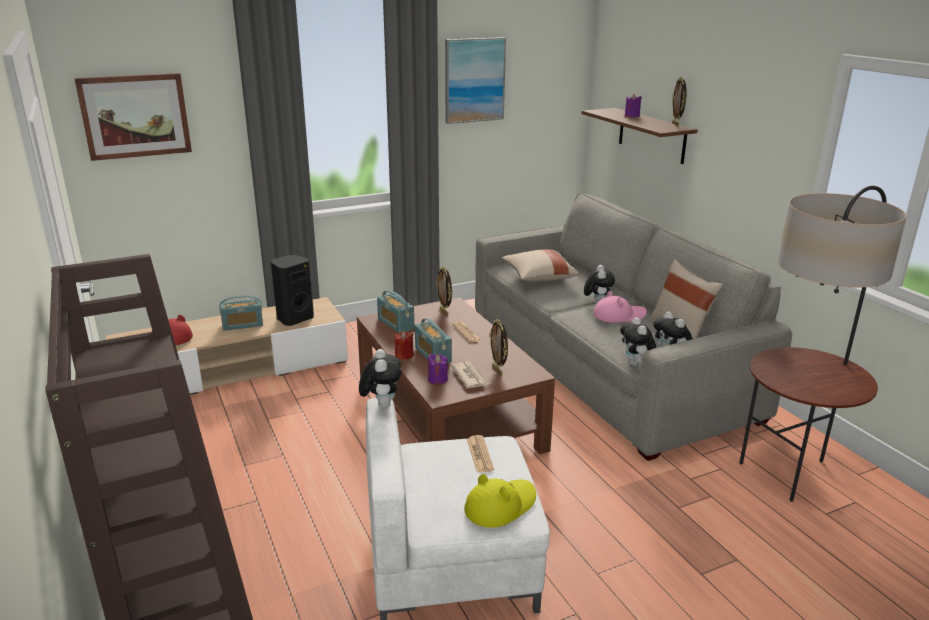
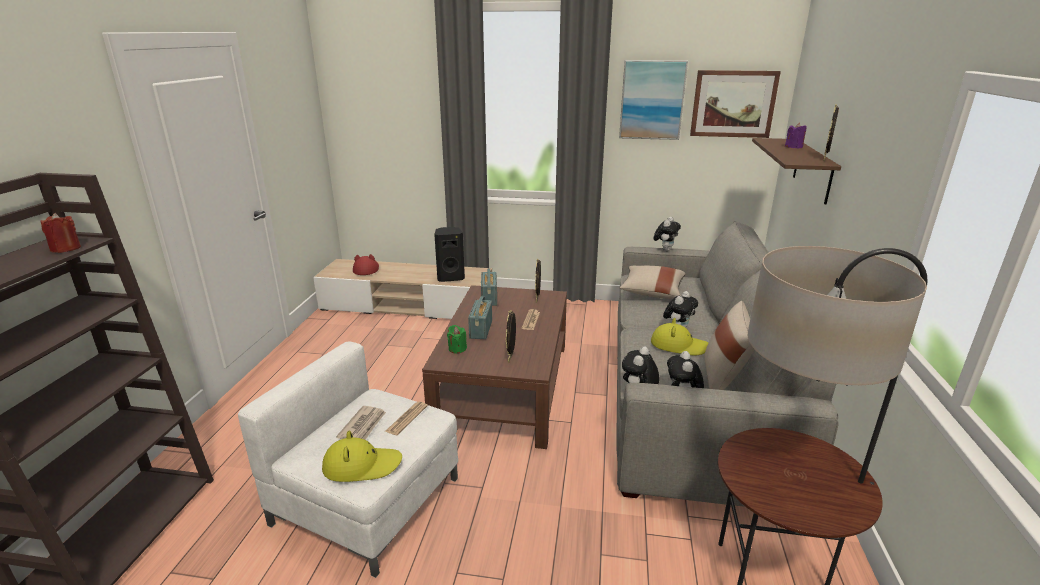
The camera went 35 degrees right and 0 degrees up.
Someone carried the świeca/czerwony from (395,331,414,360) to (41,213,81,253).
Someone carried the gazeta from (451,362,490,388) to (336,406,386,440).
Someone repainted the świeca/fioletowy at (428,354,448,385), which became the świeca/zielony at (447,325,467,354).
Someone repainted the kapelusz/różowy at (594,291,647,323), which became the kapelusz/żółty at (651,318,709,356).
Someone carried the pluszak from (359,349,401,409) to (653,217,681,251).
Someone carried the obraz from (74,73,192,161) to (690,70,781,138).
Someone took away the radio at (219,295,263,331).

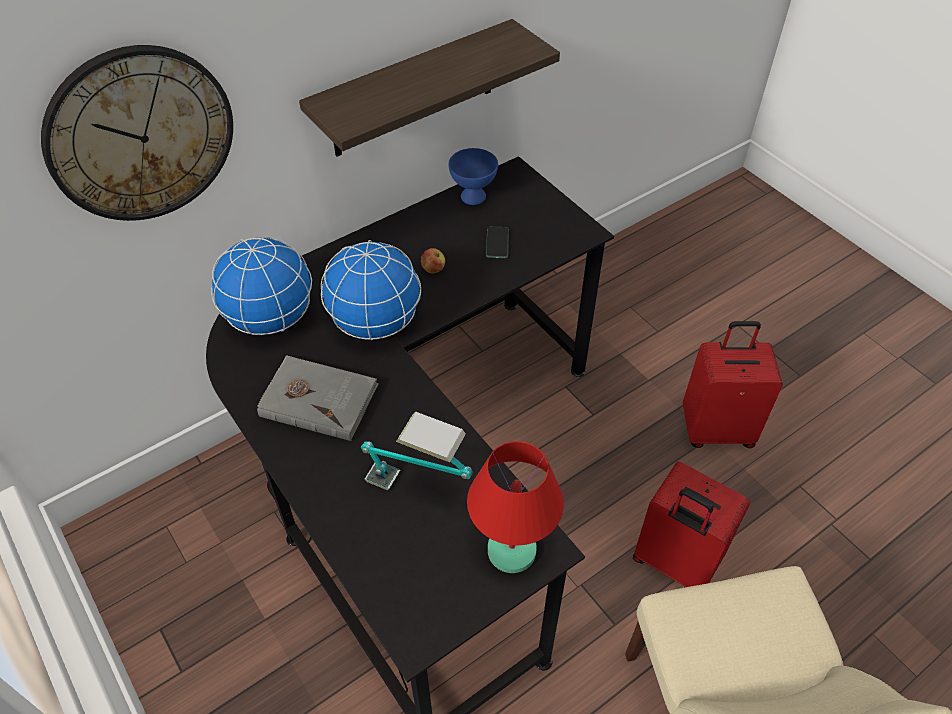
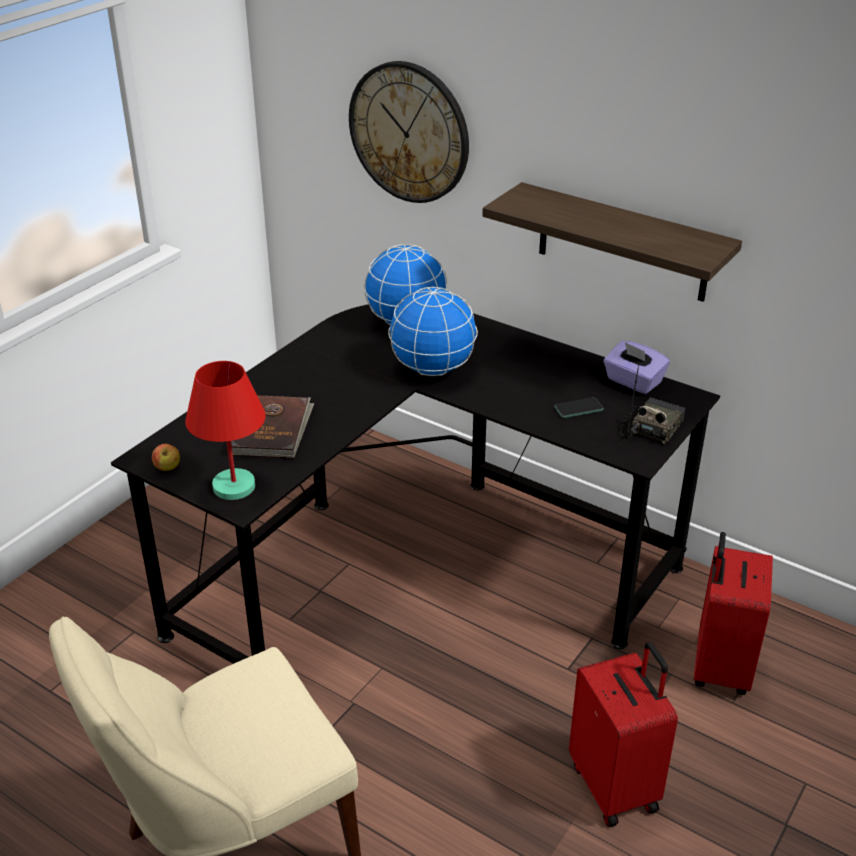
The camera went 70 degrees right and 15 degrees down.
Someone carried the jabłko from (421,248,445,273) to (152,444,180,471).
Someone swapped the lampa stołowa at (361,412,473,490) for the książka/brązowy at (227,396,314,459).
Someone swapped the miska/niebieski at (449,148,498,205) for the pudełko chusteczek/fioletowy at (603,341,670,394).
Someone put down the radio at (619,366,686,445).
Someone carried the walizka/czerwony from (633,462,750,588) to (694,532,773,695).
Someone took away the książka/szary at (257,355,379,441).

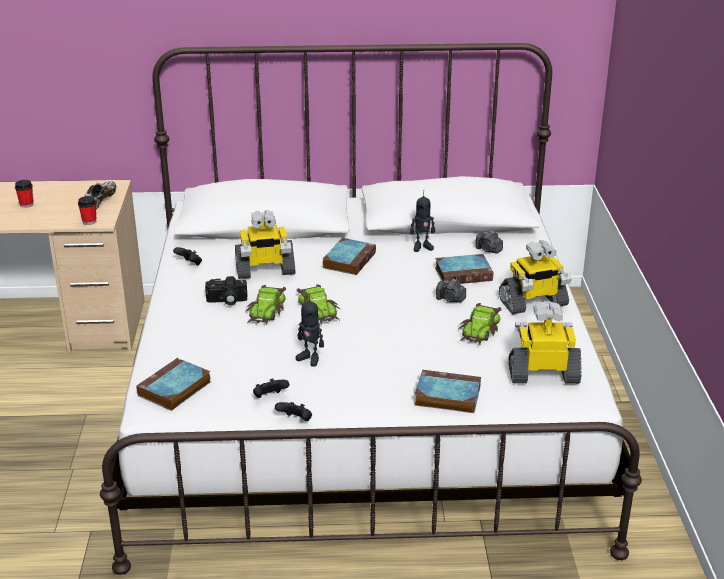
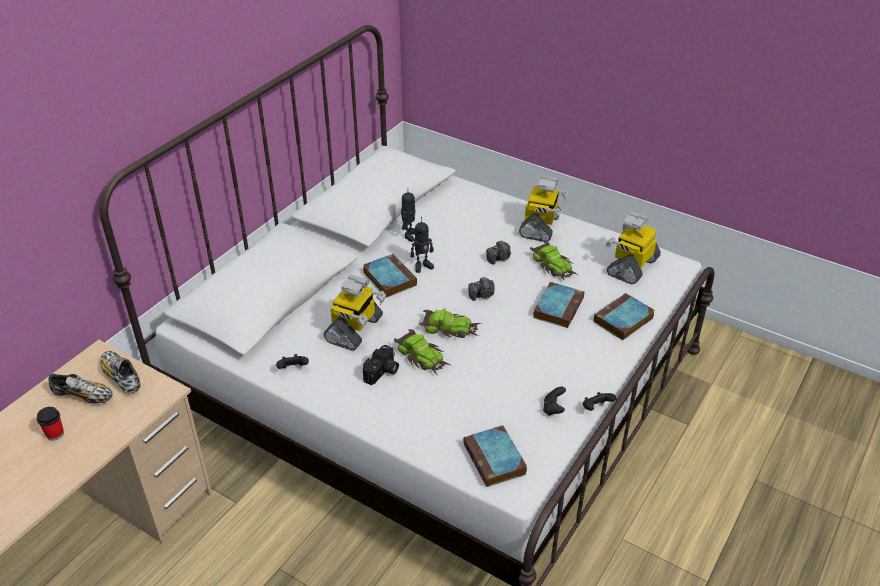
The camera went 55 degrees left and 10 degrees up.
Someone put down the but at (48,374,112,404).
Someone carried the robot zabawkowy from (296,294,324,366) to (410,217,434,273).
Someone carried the aparat fotograficzny from (476,231,503,253) to (468,277,495,301).
Someone carried the książka from (435,254,494,284) to (533,282,584,328).
Someone took away the filiżanka at (78,196,96,225).

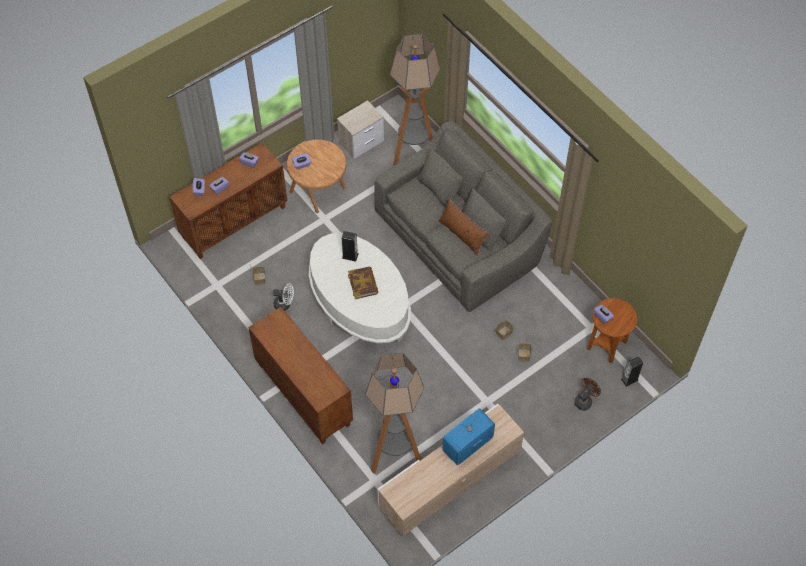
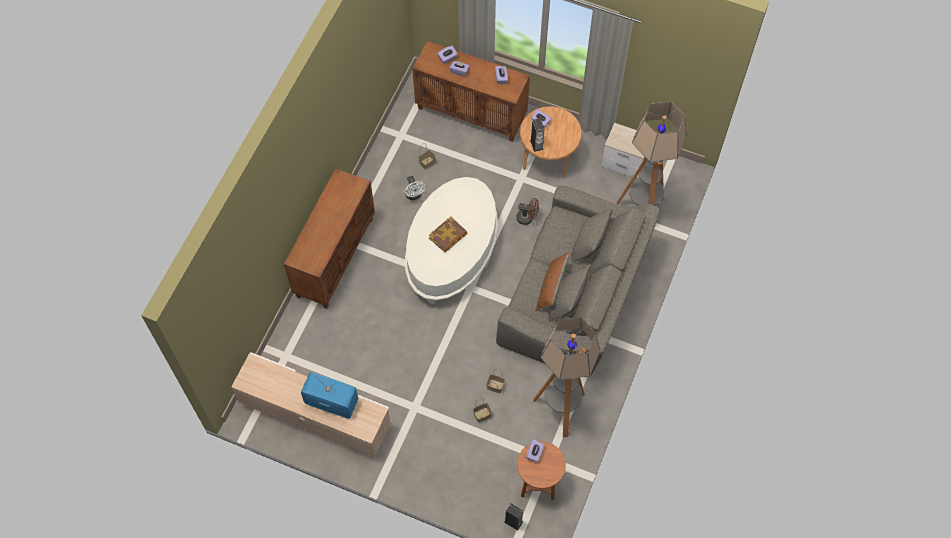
The camera went 60 degrees right and 5 degrees up.
Someone carried the wentylator/brązowy from (574,378,601,410) to (516,198,539,225).
Someone carried the głośnik from (342,231,359,262) to (530,118,545,152).
Someone carried the lampa stojąca from (365,353,424,474) to (533,317,600,438).

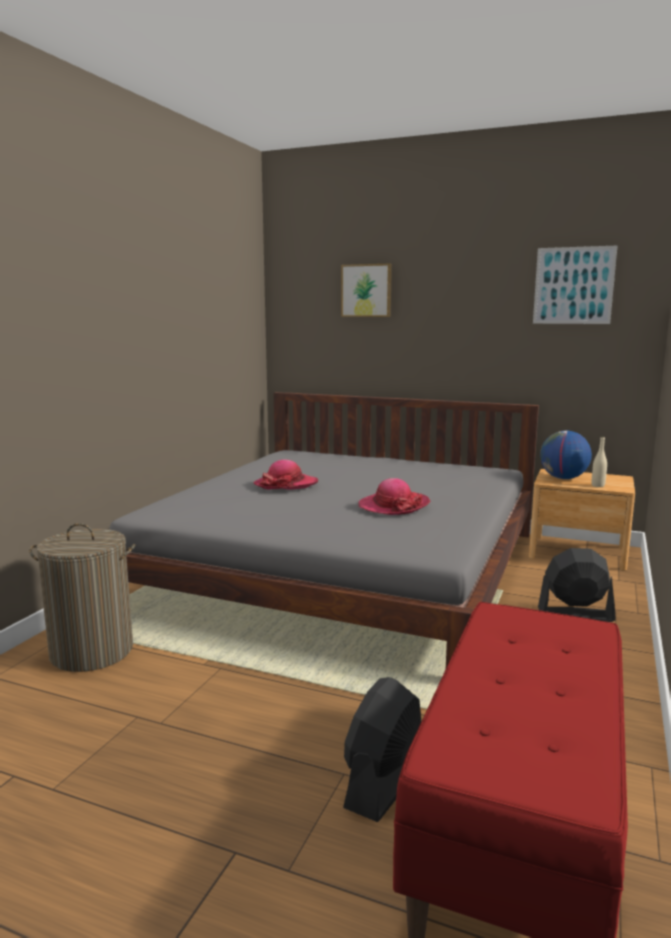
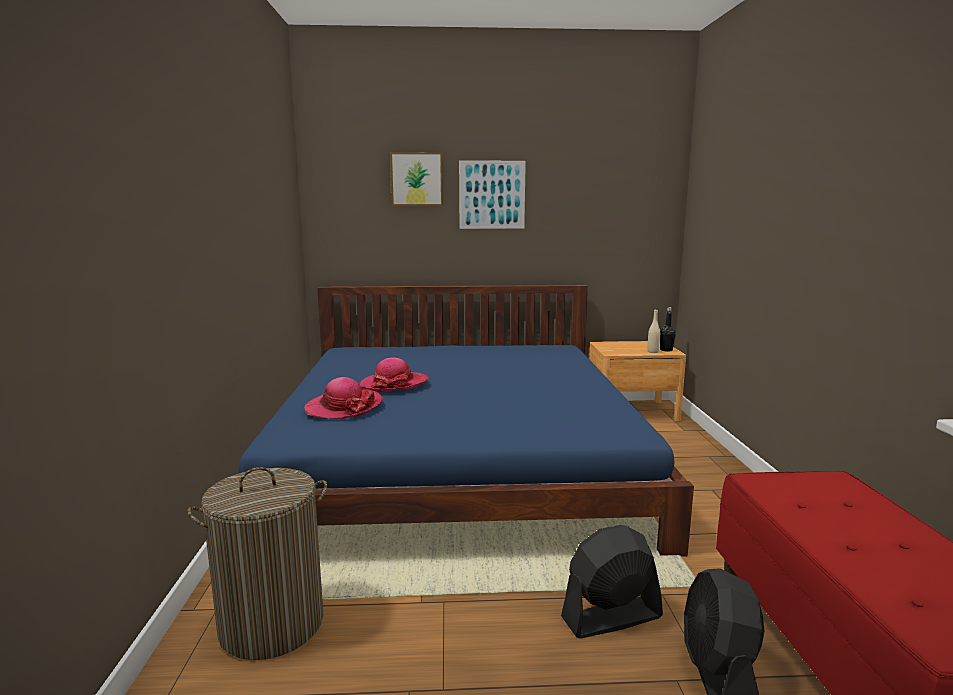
The camera went 25 degrees left and 0 degrees up.
Someone repainted the łóżko/szary at (109,392,539,668), which became the łóżko/niebieski at (238,285,694,557).
Someone carried the kapelusz from (359,478,431,515) to (304,377,383,419).
Someone carried the obraz from (533,245,618,324) to (459,160,526,229).
Someone carried the wentylator/czarny from (538,548,616,622) to (561,525,663,639).
Someone put down the butelka/czarny at (660,307,676,351).
Someone took away the globus at (540,431,592,479).

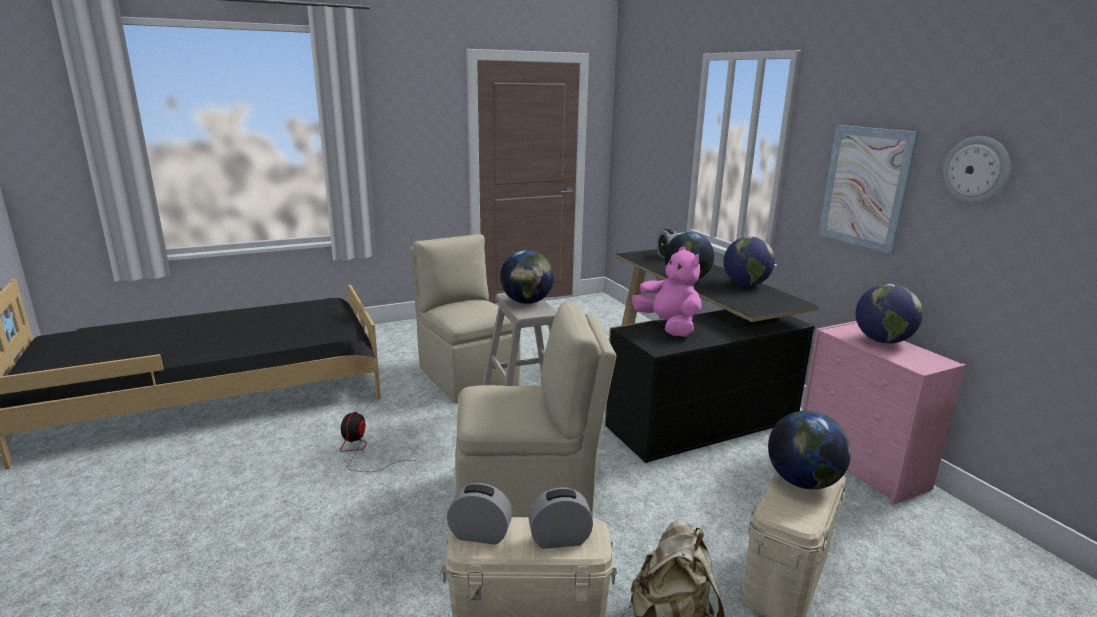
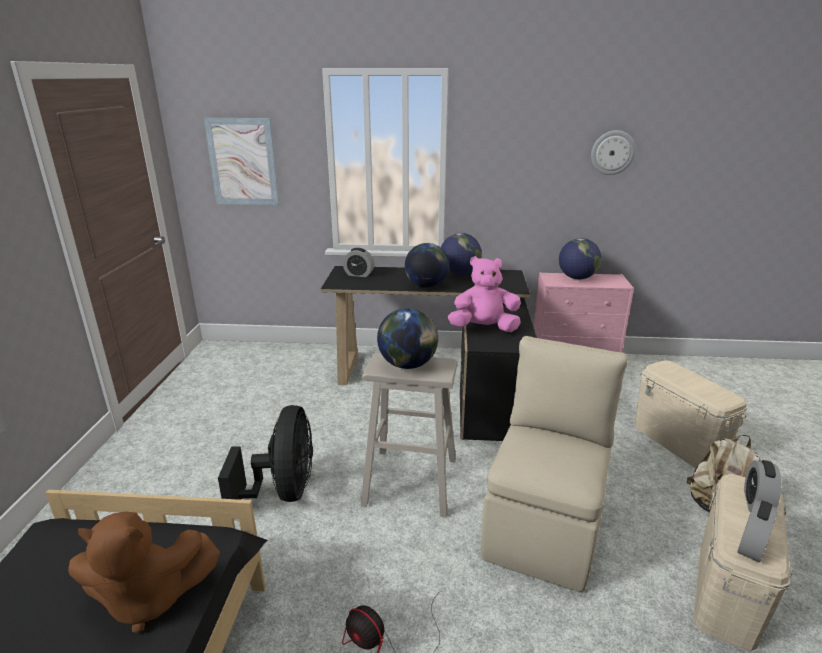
The camera went 60 degrees left and 5 degrees up.
Someone put down the pluszak/brązowy at (68,511,220,633).
Someone carried the obraz from (818,125,919,254) to (204,118,279,205).
Someone swapped the krzesło/beżowy at (409,234,521,403) for the wentylator/czarny at (218,405,313,502).
Someone took away the globus at (768,411,851,489).

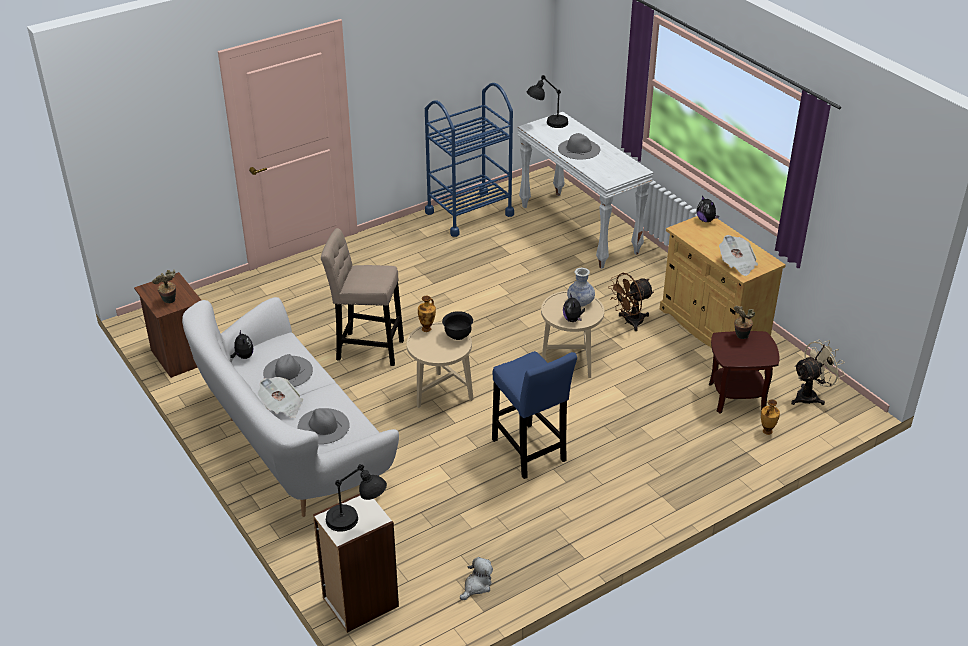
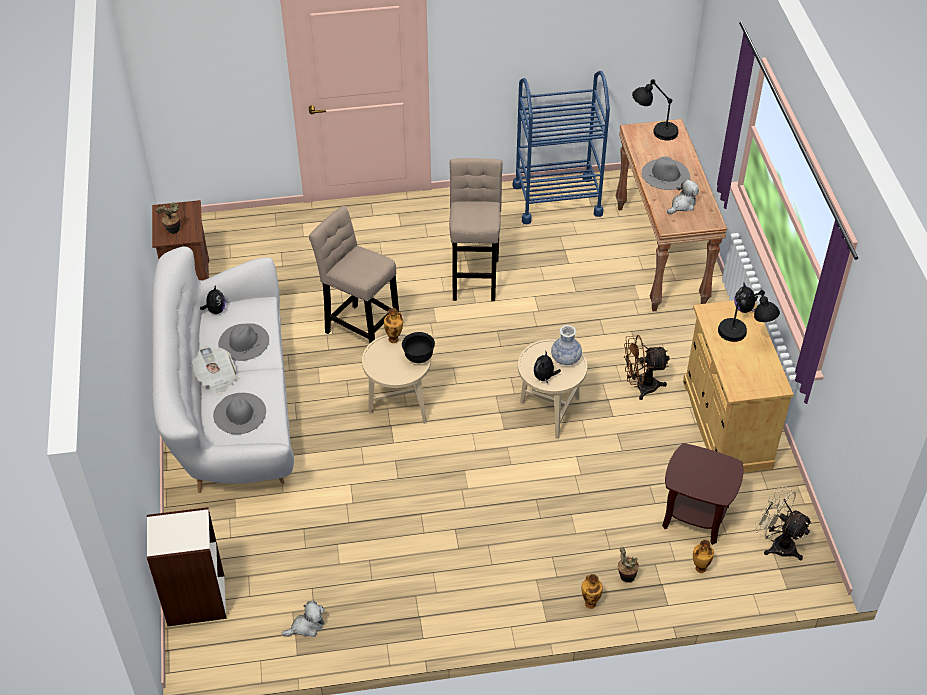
The camera went 25 degrees right and 10 degrees up.
Someone put down the stołek/beżowy at (449,158,503,301).
Someone put down the wazon at (581,574,603,609).
Someone repainted the stolik konsolowy/biały at (518,112,653,269), which became the stolik konsolowy/brązowy at (616,119,727,312).
Someone carried the roślina doniczkowa from (734,306,755,339) to (618,546,639,583).
Someone put down the pluszak at (667,179,699,214).
Someone carried the lampa stołowa/czarny from (326,464,387,532) to (718,290,780,342).
Someone rotated the wentylator/beżowy at (791,340,845,405) by 135 degrees counterclockwise.
Someone took away the stołek/niebieski at (492,351,577,479).
Someone took away the gazeta at (719,235,758,276).

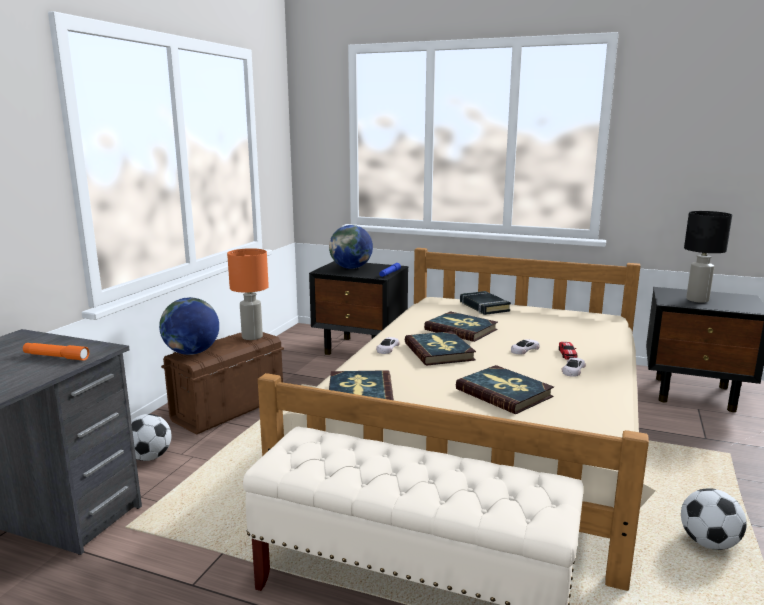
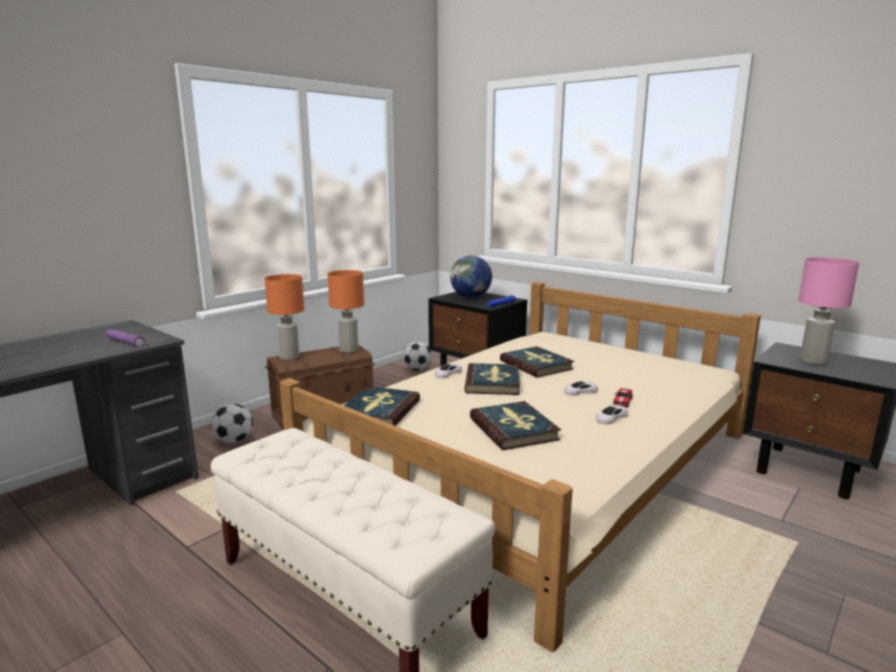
The camera went 20 degrees right and 0 degrees up.
Someone repainted the latarka/pomarańczowy at (23,343,89,361), which became the latarka/fioletowy at (106,329,145,347).
Someone swapped the globus at (159,297,219,355) for the lampa stołowa/pomarańczowy at (265,274,304,360).
Someone carried the piłka futbolowa from (681,488,747,550) to (403,341,432,370).
Someone repainted the lampa stołowa/czarny at (684,211,732,303), which became the lampa stołowa/różowy at (799,257,859,365).
Someone took away the książka/czarny at (460,291,511,315).

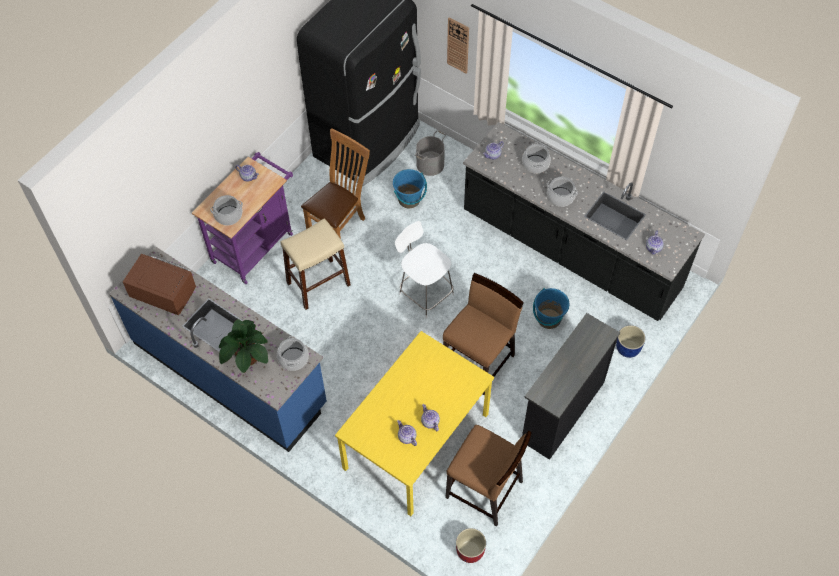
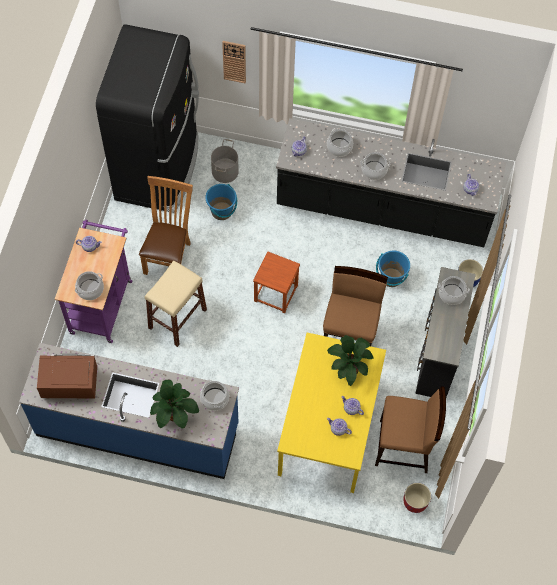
The camera went 25 degrees left and 5 degrees up.
Someone swapped the krzesło/biały at (395,221,454,319) for the stołek/brązowy at (253,251,300,313).
Someone put down the roślina doniczkowa at (327,335,374,386).
Someone put down the garnek at (438,276,470,305).

